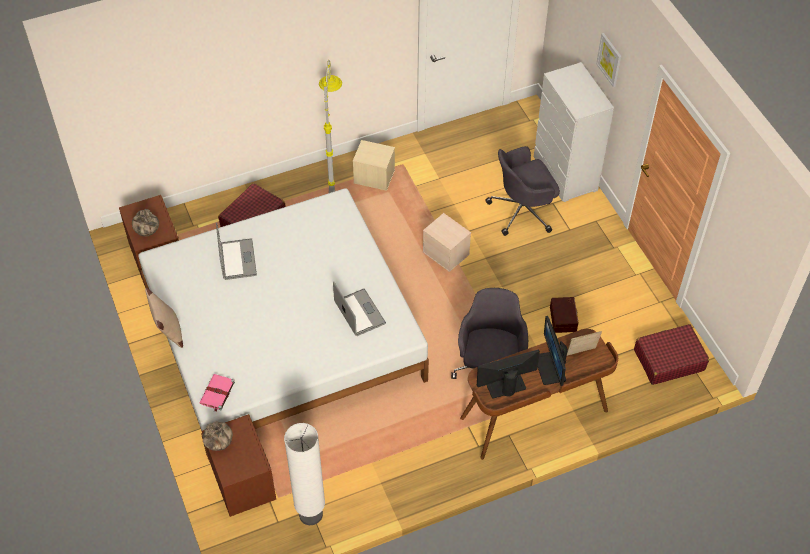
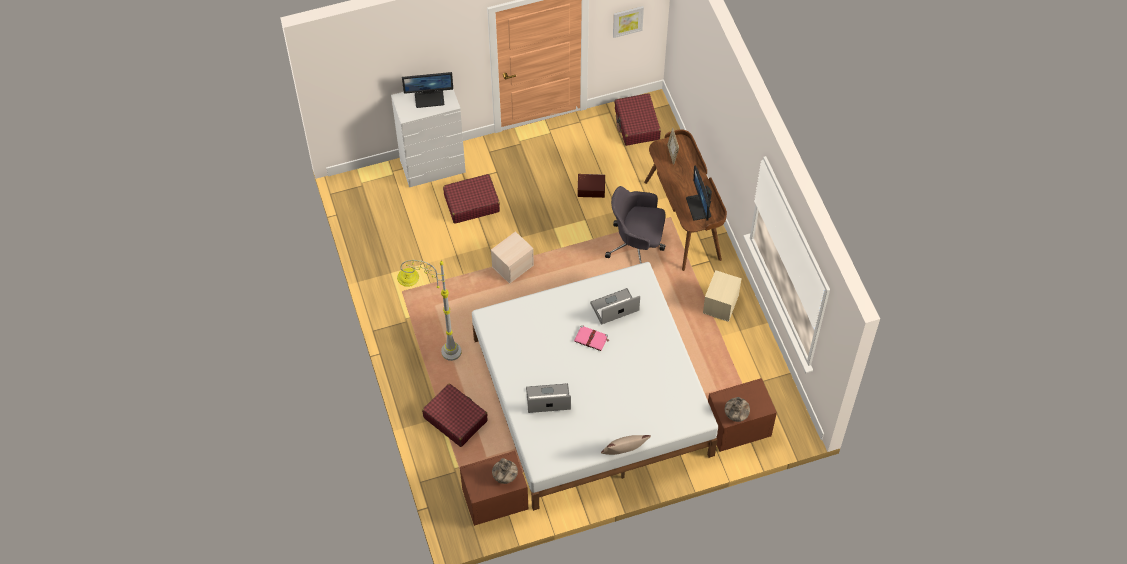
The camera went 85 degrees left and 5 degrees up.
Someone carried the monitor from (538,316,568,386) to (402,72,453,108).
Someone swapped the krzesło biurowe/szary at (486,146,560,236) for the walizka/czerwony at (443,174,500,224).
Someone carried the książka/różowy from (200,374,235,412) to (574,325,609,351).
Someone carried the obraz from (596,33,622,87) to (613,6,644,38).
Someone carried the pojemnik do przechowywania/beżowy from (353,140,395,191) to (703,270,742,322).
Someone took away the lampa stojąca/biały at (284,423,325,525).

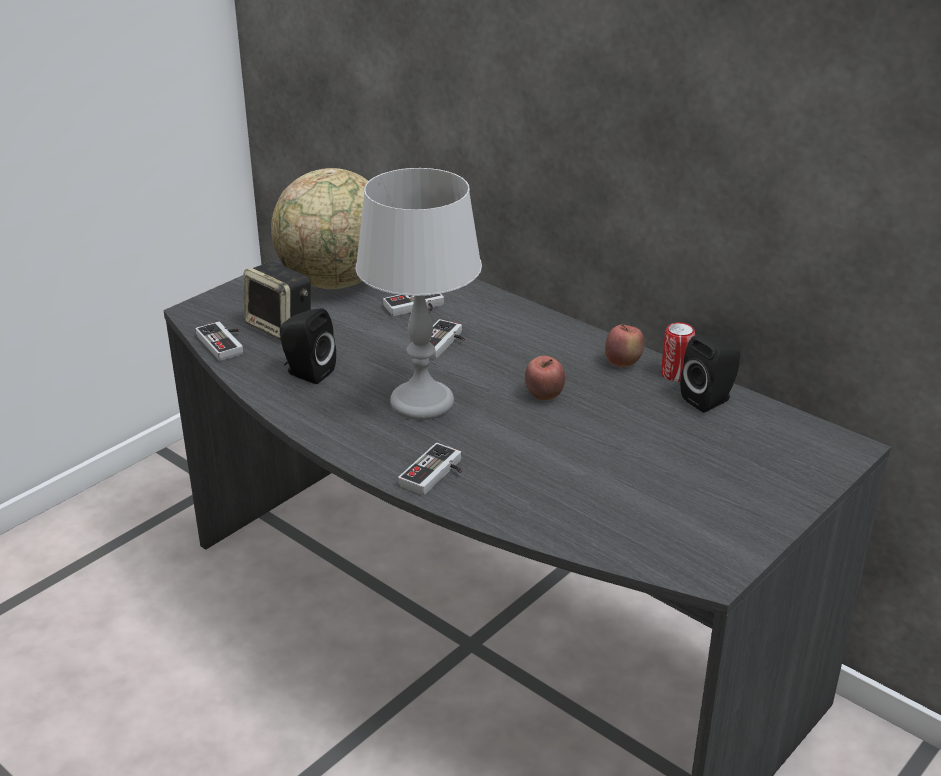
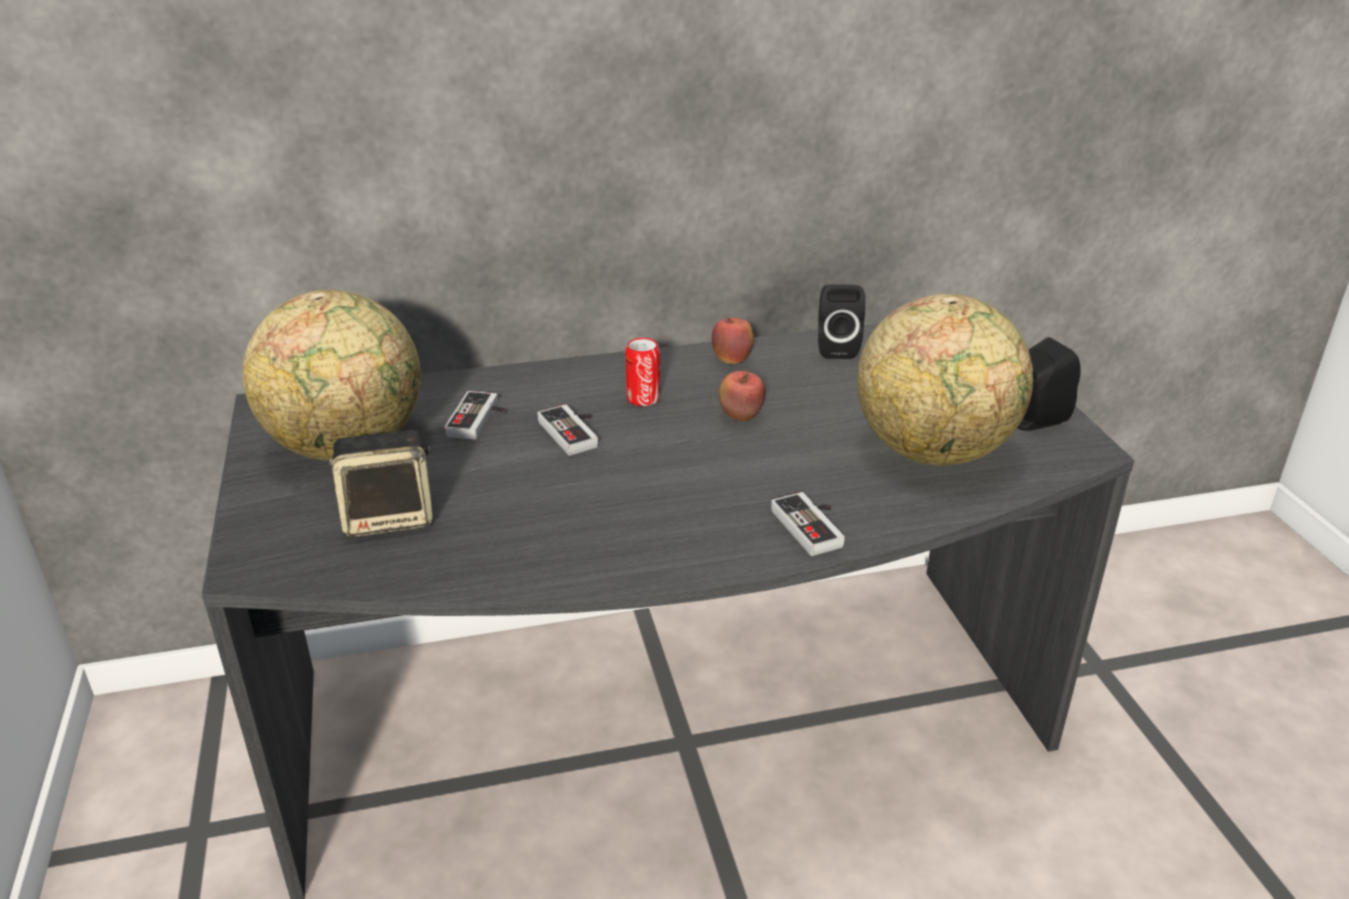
The camera went 55 degrees left and 0 degrees up.
Someone carried the puszka from (661,322,695,382) to (625,338,660,406).
Someone put down the globus at (857,294,1033,466).
Someone carried the głośnik/czarny from (280,308,336,384) to (1017,337,1080,431).
Someone took away the pad do gier at (195,321,243,361).
Someone took away the lampa stołowa/szary at (356,168,482,420).

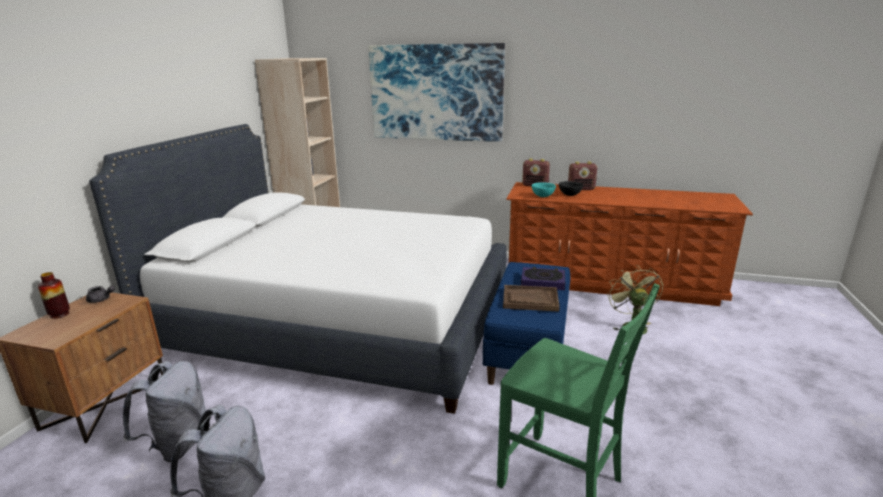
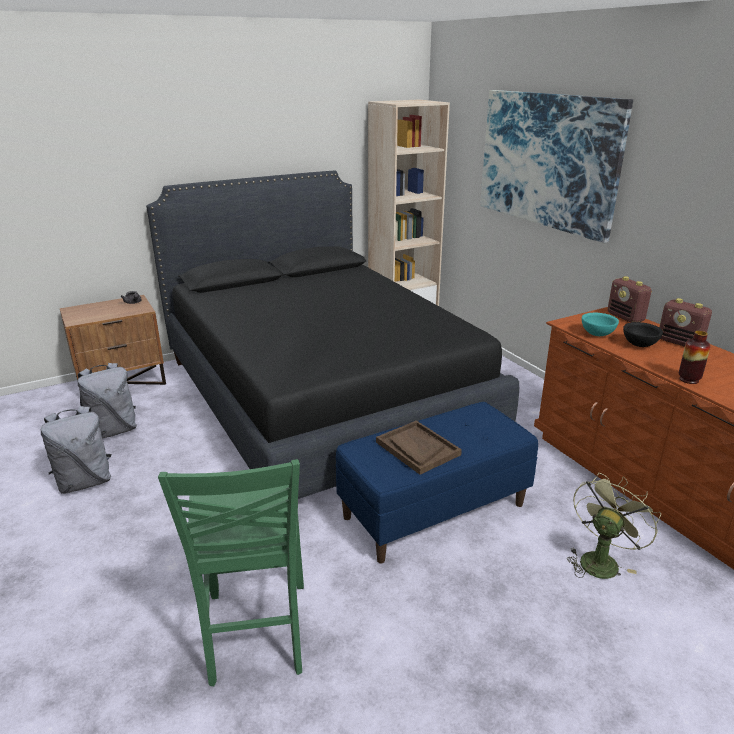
The camera went 45 degrees right and 5 degrees up.
Someone repainted the łóżko/biały at (89,124,507,414), which became the łóżko/czarny at (146,171,519,499).
Someone carried the wazon from (38,272,70,319) to (679,331,710,384).
Someone took away the książka at (521,267,565,290).

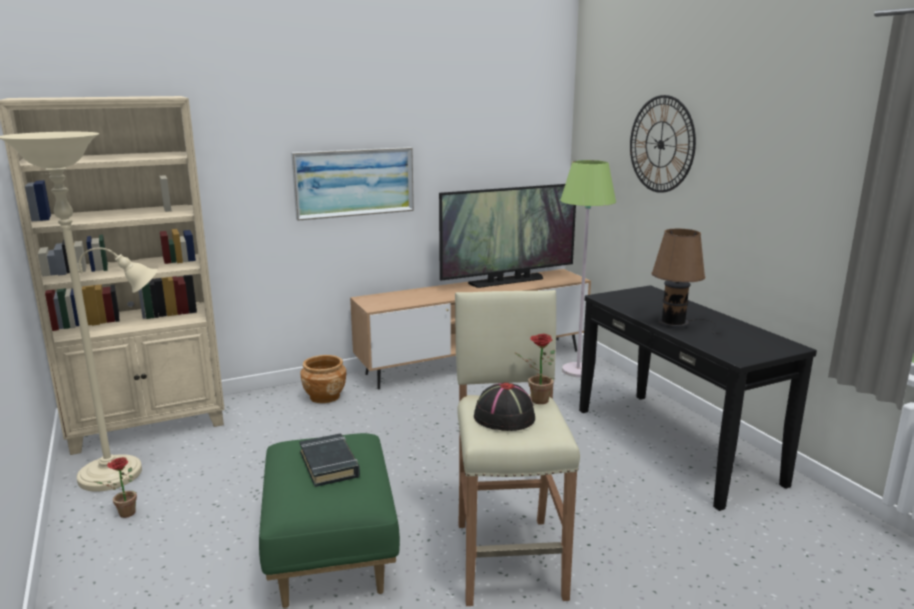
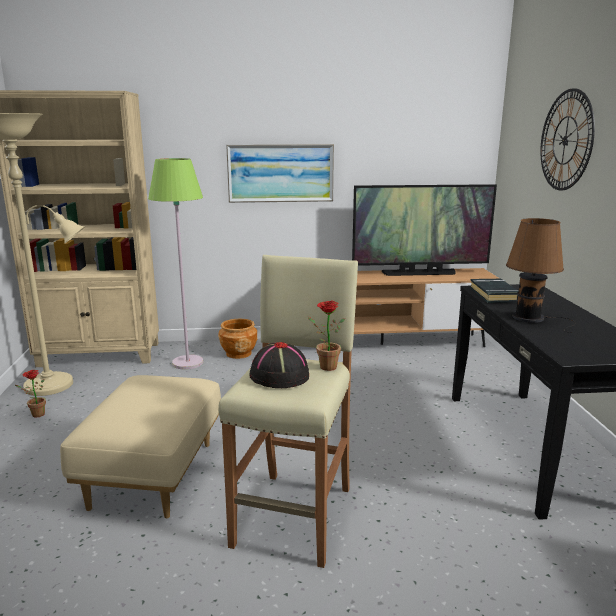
The camera went 20 degrees right and 0 degrees up.
Someone repainted the pufa/zielony at (259,433,400,608), which became the pufa/beżowy at (60,375,221,518).
Someone carried the lampa stojąca/zielony from (560,160,616,377) to (148,158,203,370).
Someone carried the książka/czarny from (300,434,360,487) to (470,279,519,303).

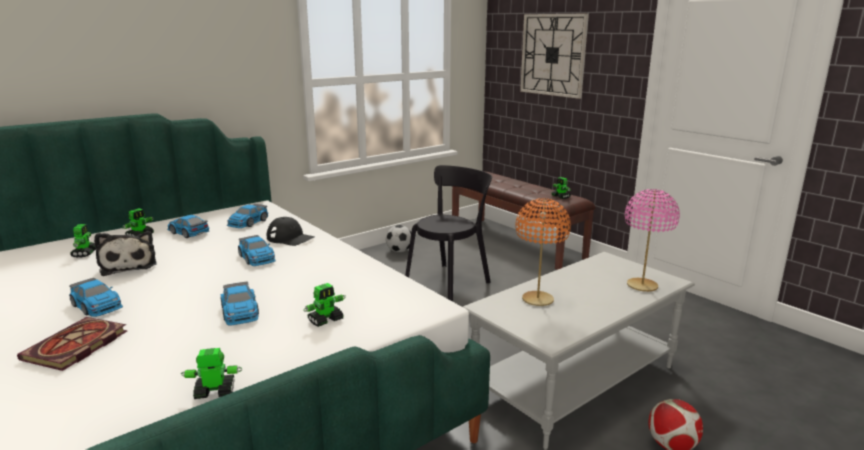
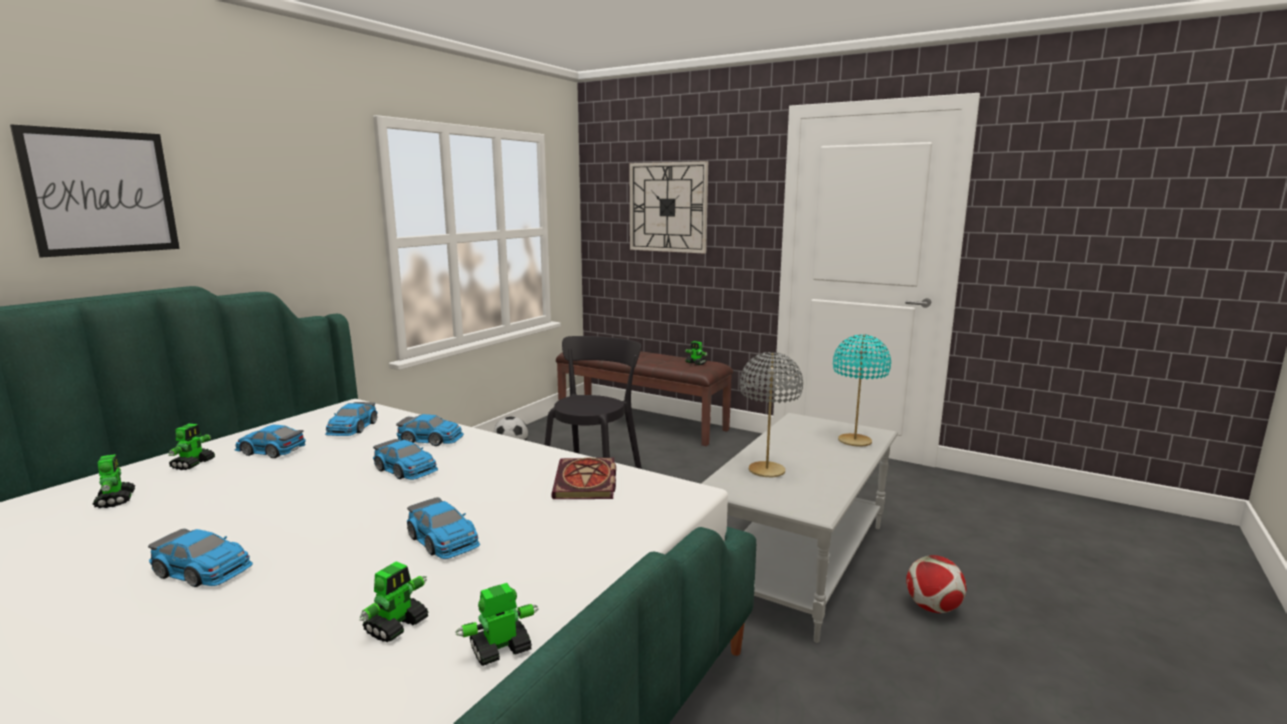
The camera went 20 degrees left and 5 degrees down.
Someone put up the obraz at (10,124,180,258).
Someone carried the robot zabawkowy from (304,283,346,327) to (359,561,429,642).
Someone swapped the czapka z daszkiem/czarny at (267,217,315,246) for the samochodzik at (396,414,464,446).
Someone carried the książka from (17,317,127,371) to (551,457,616,499).
Someone repainted the lampa stołowa/pomarańczowy at (515,198,571,306), which became the lampa stołowa/szary at (740,352,803,477).
Someone repainted the lampa stołowa/różowy at (625,189,680,292), which became the lampa stołowa/turkusowy at (833,334,891,447).
Someone took away the pluszak at (94,231,157,276).

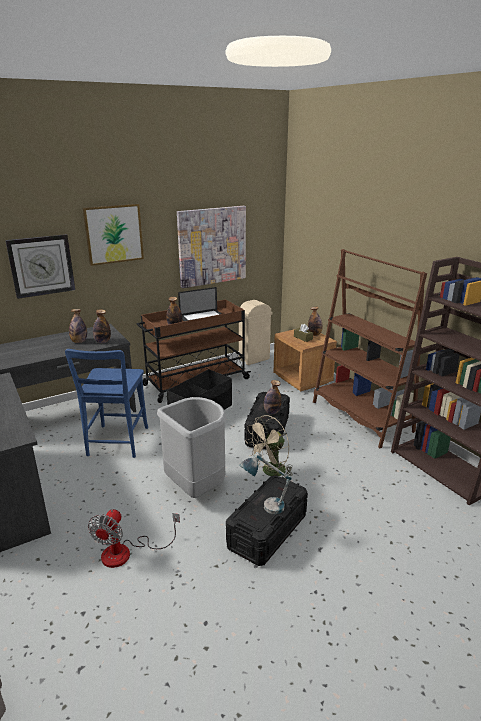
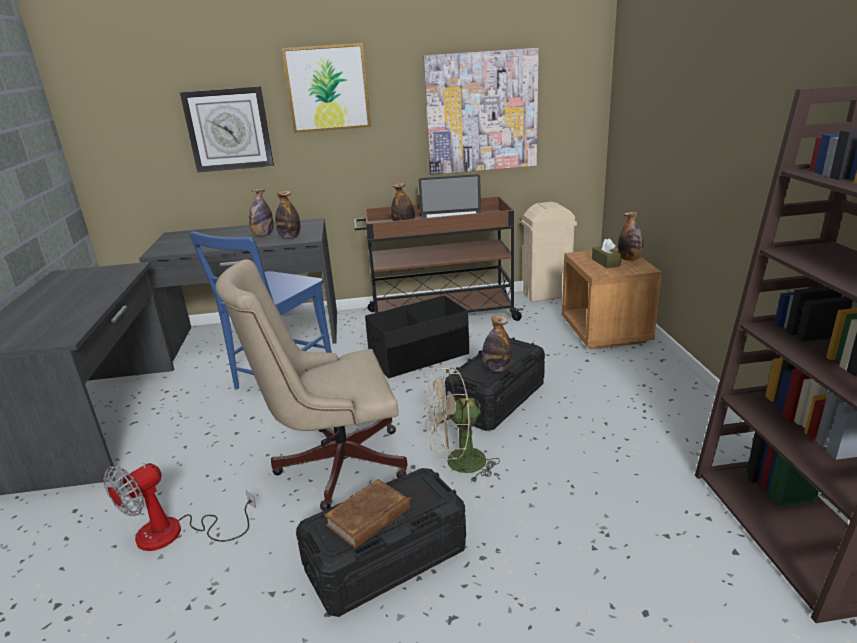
The camera went 25 degrees right and 0 degrees up.
Someone swapped the kosz na śmieci/szary at (157,397,227,498) for the krzesło biurowe/beżowy at (216,259,408,511).
Someone swapped the lampa stołowa at (240,452,292,514) for the książka/brązowy at (324,479,412,549).
Someone took away the regał/brązowy at (313,249,427,448).

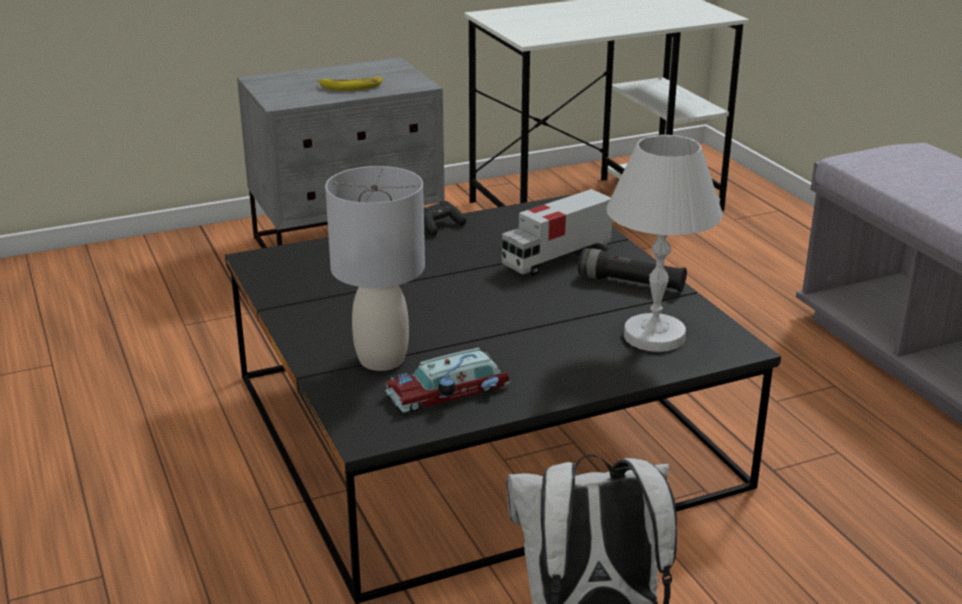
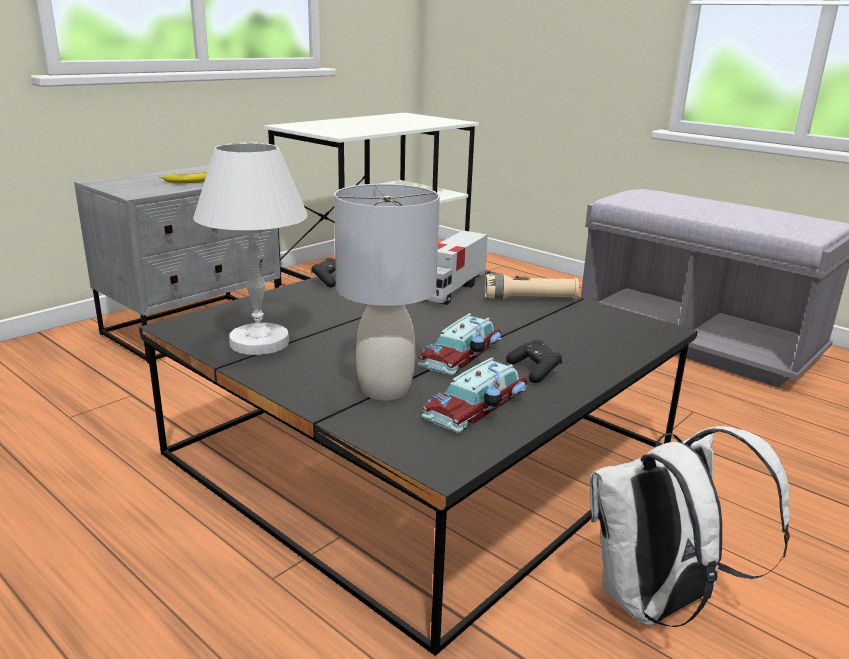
The camera went 25 degrees left and 5 degrees down.
Someone carried the lampa stołowa/biały from (606,135,723,352) to (193,143,308,355).
Someone put down the samochodzik at (418,313,502,375).
Someone repainted the latarka/czarny at (578,248,687,292), which became the latarka/beżowy at (485,274,579,299).
Someone put down the pad do gier/czarny at (506,340,562,383).

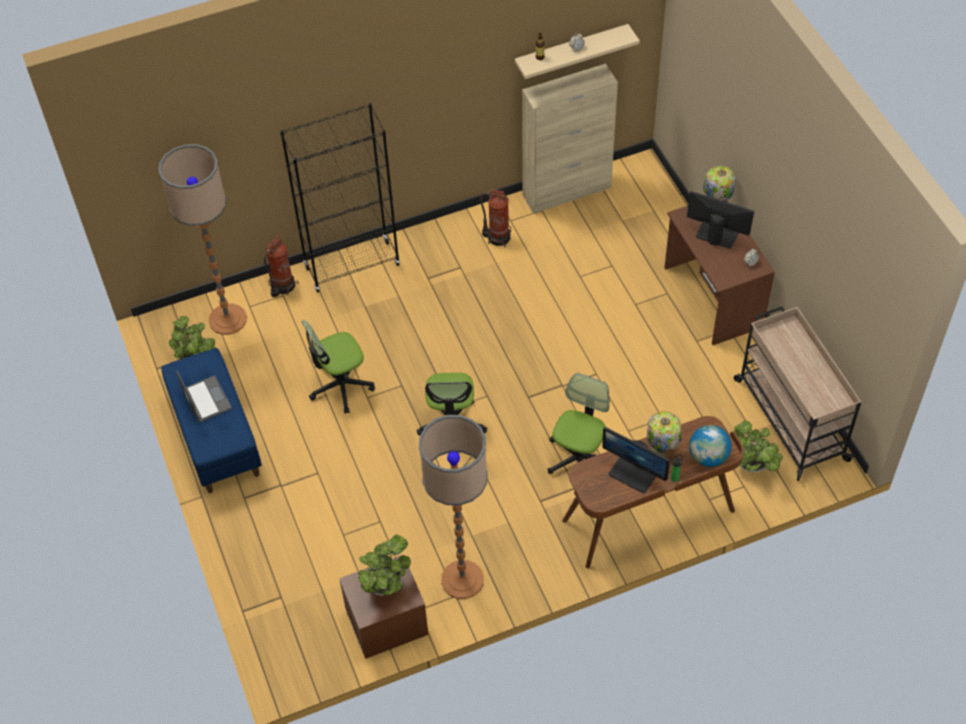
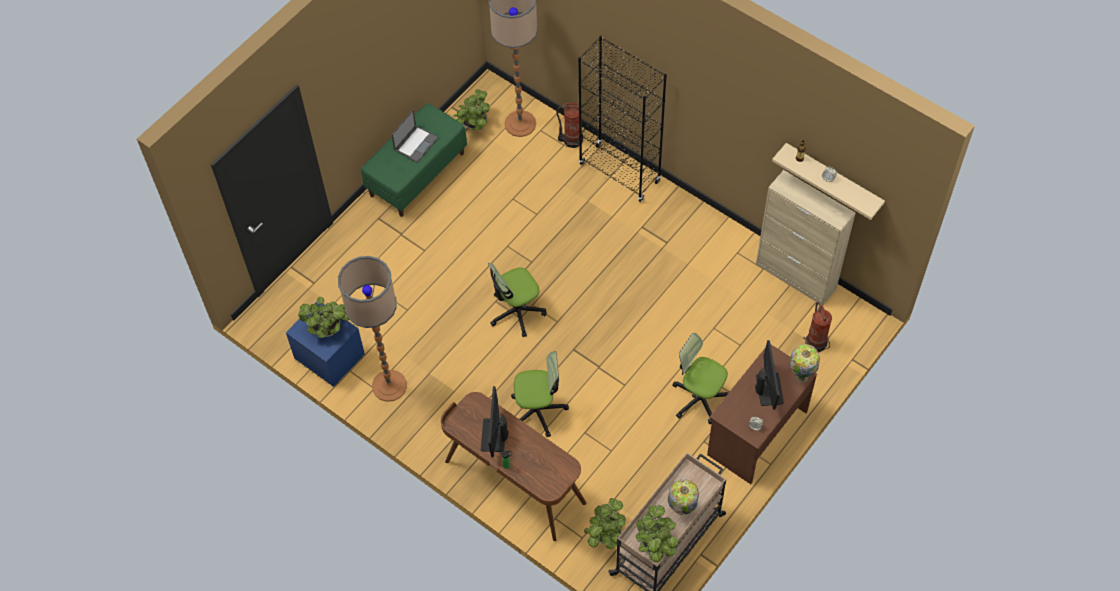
The camera went 60 degrees right and 5 degrees up.
Someone repainted the szafka nocna/brązowy at (339,555,429,659), which became the szafka nocna/niebieski at (286,301,365,387).
Someone repainted the ławka/niebieski at (161,348,262,493), which became the ławka/zielony at (361,103,467,217).
Someone put down the roślina doniczkowa at (636,505,679,562).
Someone carried the lampa stołowa from (647,411,682,457) to (668,479,699,515).
Someone carried the krzesło biurowe from (302,320,375,414) to (672,333,729,424).
Someone carried the gaśnica from (480,190,511,247) to (803,302,832,352).
Someone took away the globus at (689,425,732,467).

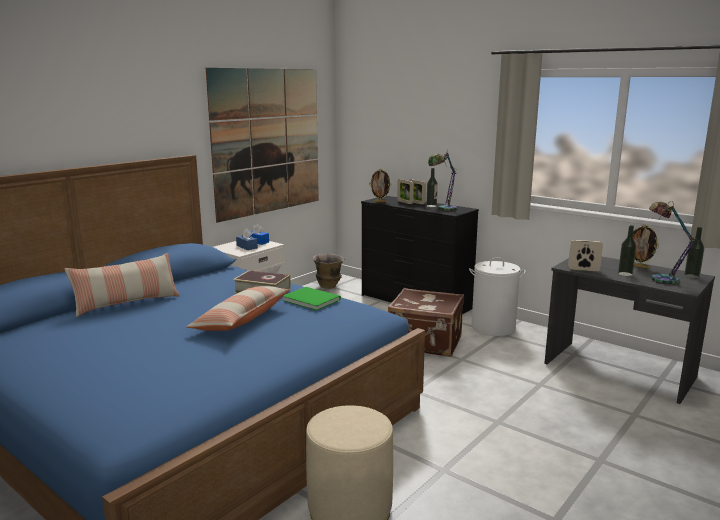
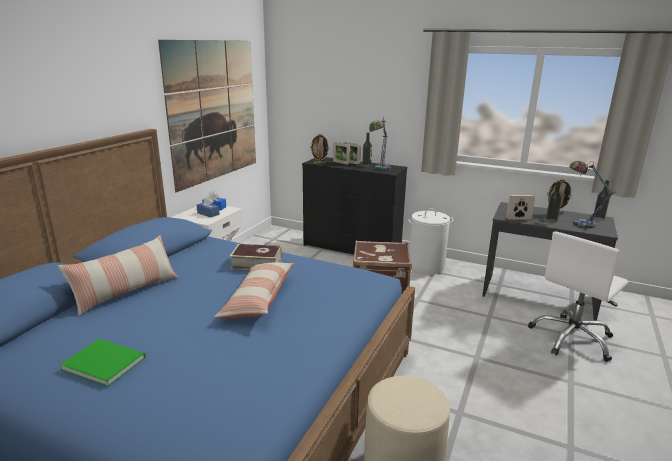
The camera went 15 degrees left and 5 degrees up.
Someone carried the książka/zielony from (283,287,341,310) to (60,339,146,386).
Someone put down the krzesło biurowe/biały at (528,232,628,362).
Someone took away the wazon at (313,254,344,289).

